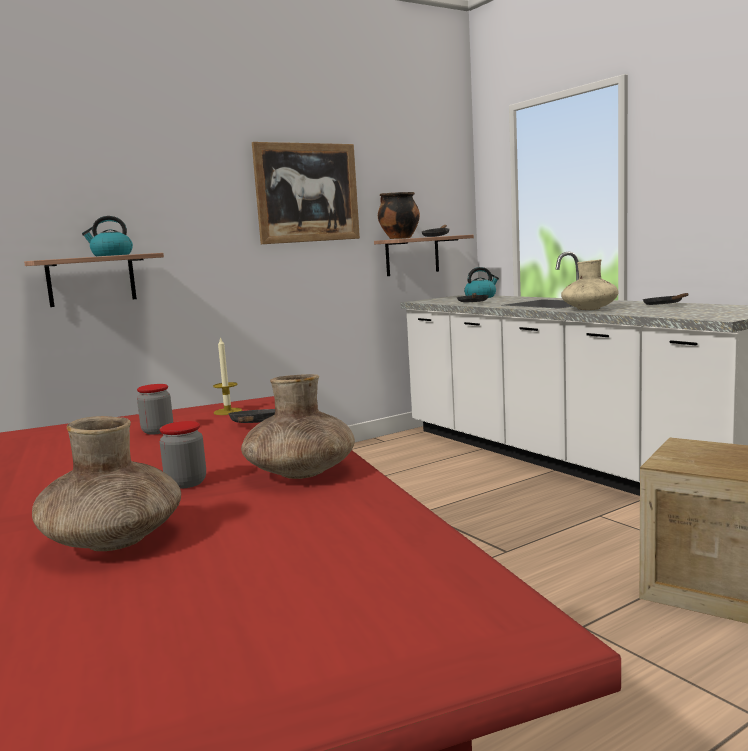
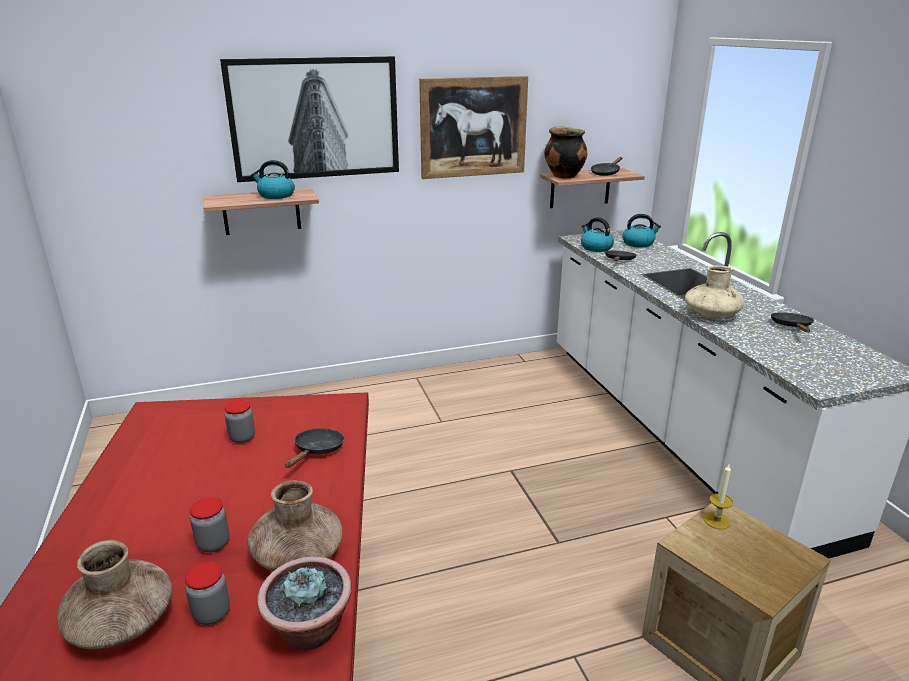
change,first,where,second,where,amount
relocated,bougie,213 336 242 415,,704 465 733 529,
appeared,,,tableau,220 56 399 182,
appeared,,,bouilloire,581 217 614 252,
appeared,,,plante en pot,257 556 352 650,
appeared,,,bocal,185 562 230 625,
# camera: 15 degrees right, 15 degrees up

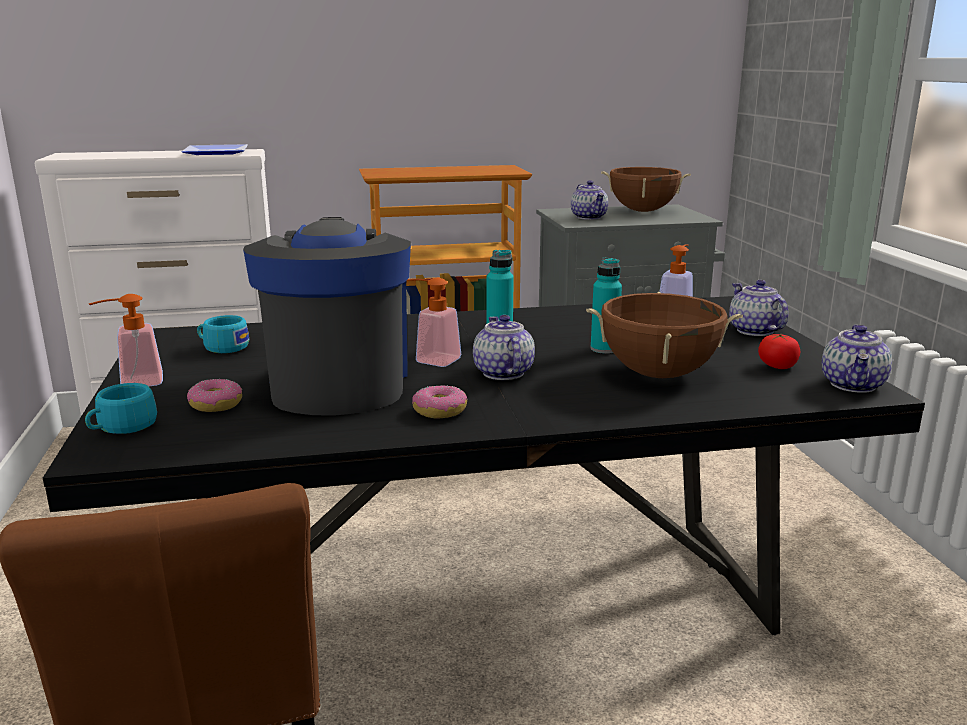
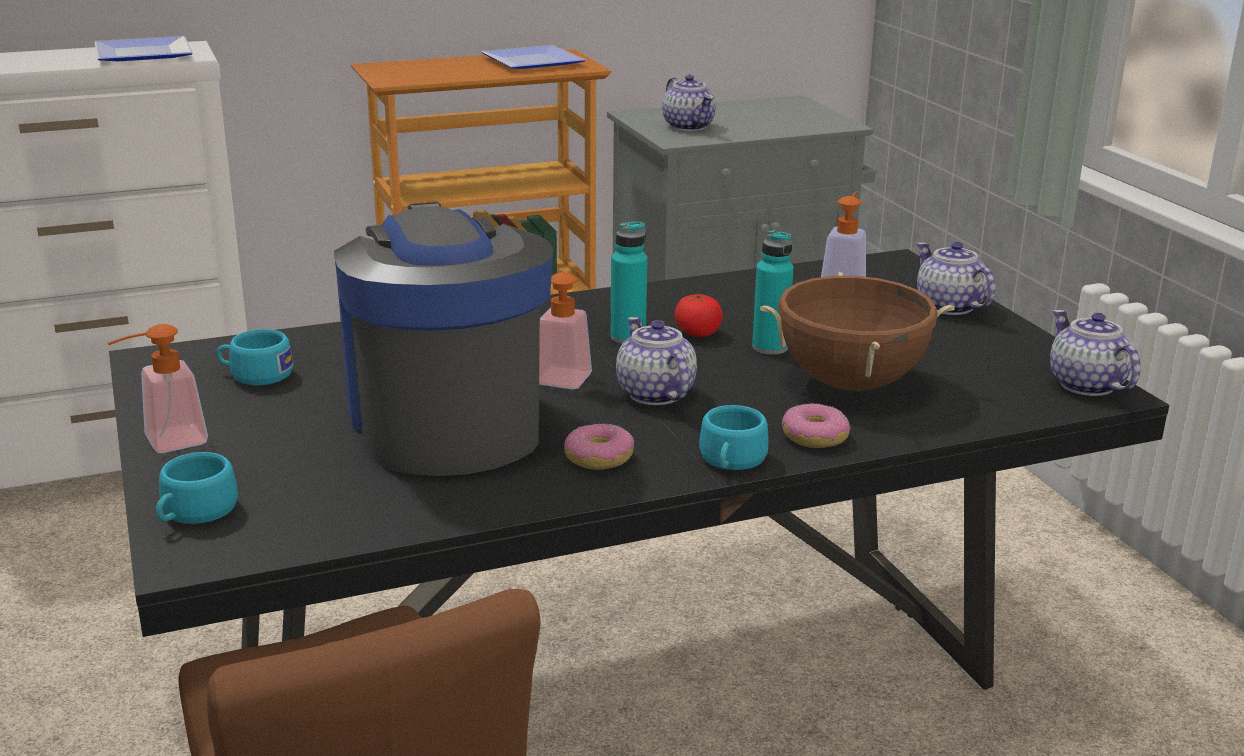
change,first,where,second,where,amount
missing,marmite (marron),601 167 691 212,,,
spun,théière,822 325 892 393,,1050 310 1141 396,150 degrees clockwise
relocated,tomate,758 334 800 369,,675 293 723 337,
relocated,beignet,187 379 242 412,,782 403 851 448,
appeared,,,assiette,482 45 586 69,
appeared,,,tasse (turquoise),699 405 768 470,
# camera: 10 degrees left, 5 degrees up

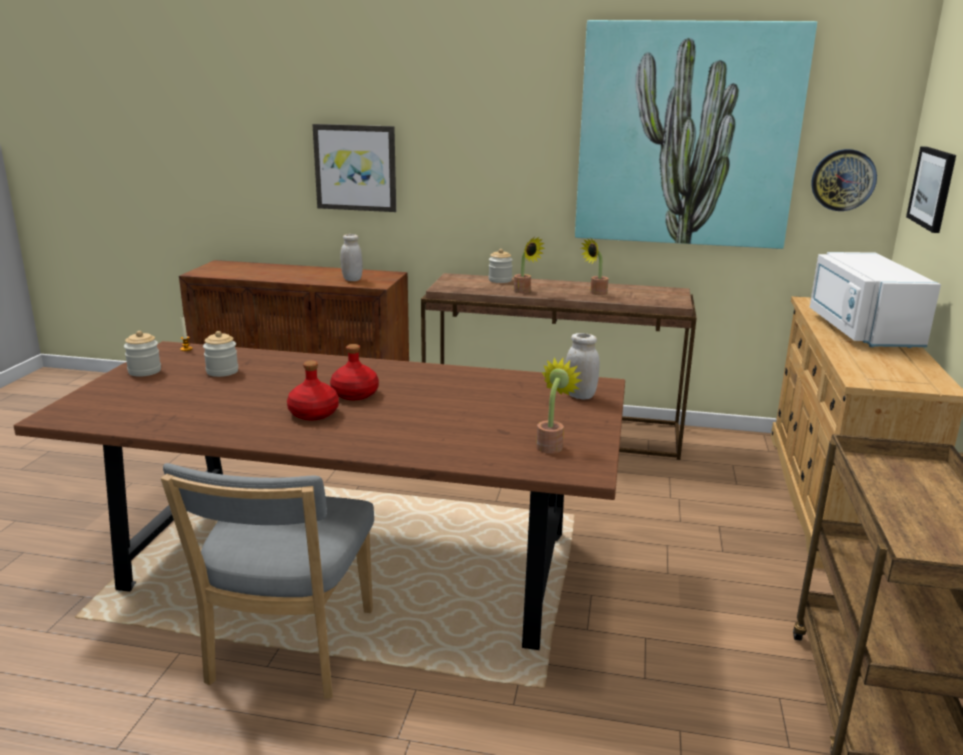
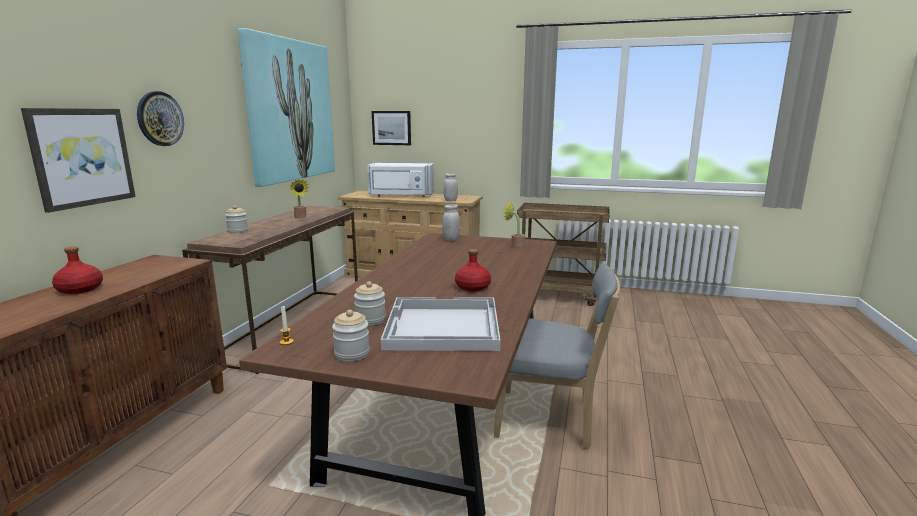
change,first,where,second,where,amount
relocated,horloge murale,811 149 877 211,,137 91 184 146,
relocated,bocal (blanc),340 234 363 281,,443 173 458 201,
missing,plante en pot,514 237 545 293,,,
relocated,bouteille (rouge),330 344 379 400,,52 246 103 294,
appeared,,,plateau (blanc),381 297 500 351,
# camera: 85 degrees left, 5 degrees down

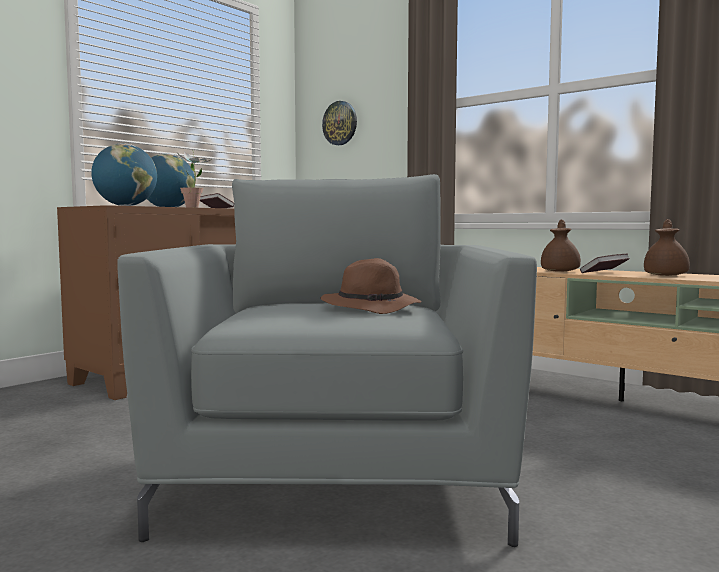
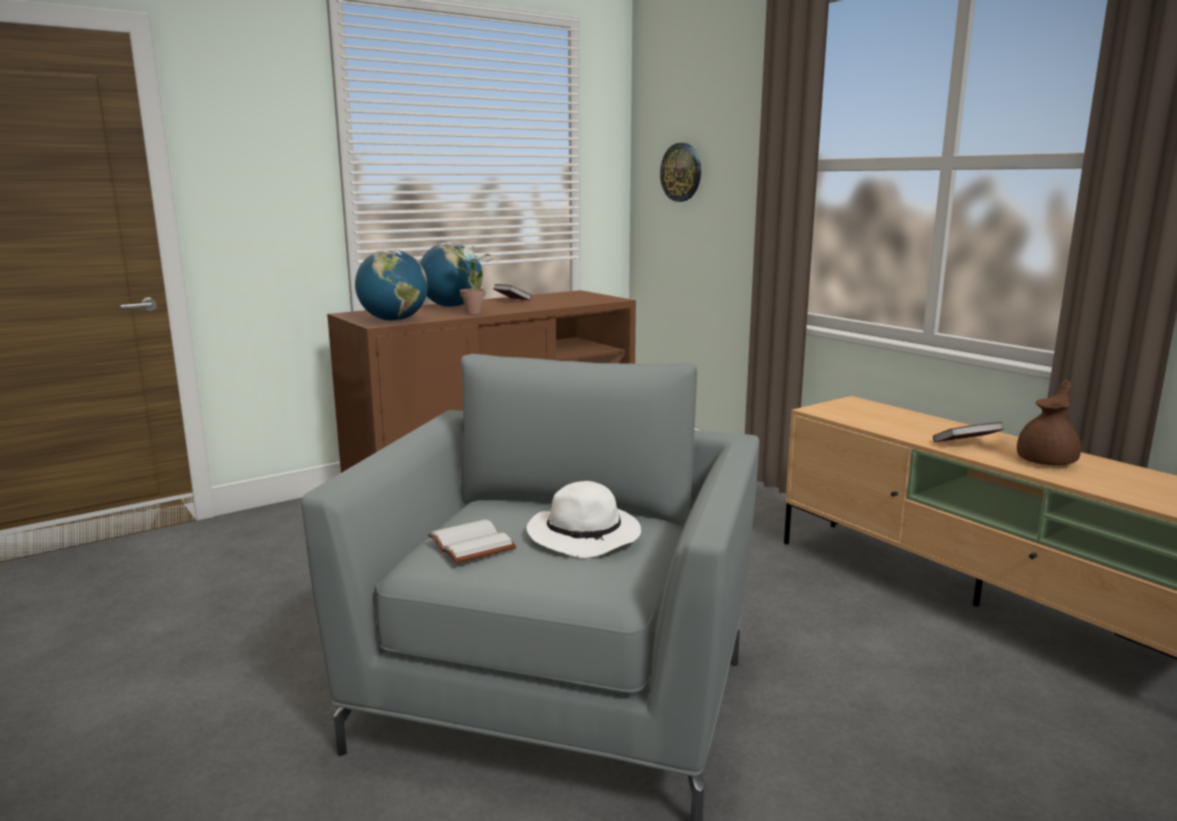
change,first,where,second,where,amount
missing,théière (marron),541 220 581 272,,,
colour,chapeau (marron),320 258 421 314,chapeau (blanc),526 481 641 558,
appeared,,,livre (blanc),428 519 517 563,
# camera: 15 degrees right, 10 degrees up

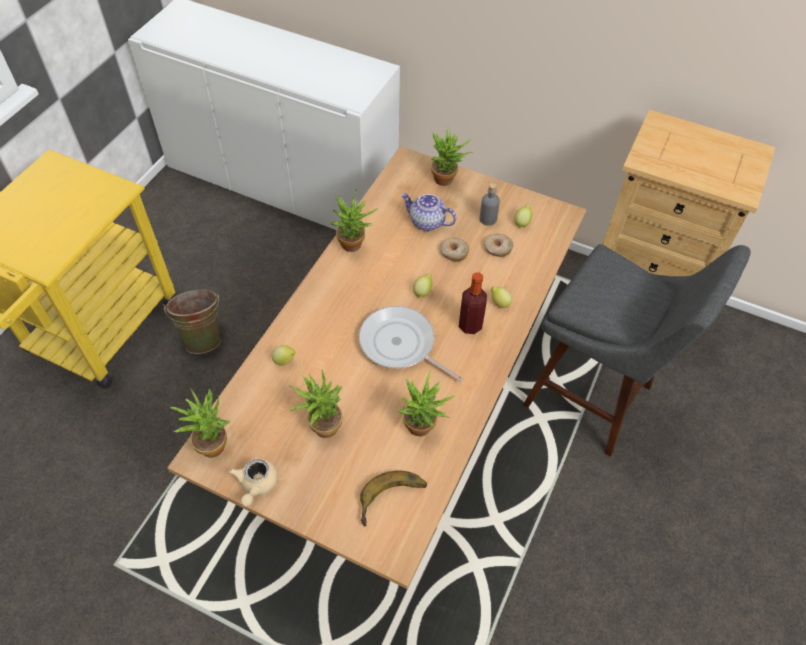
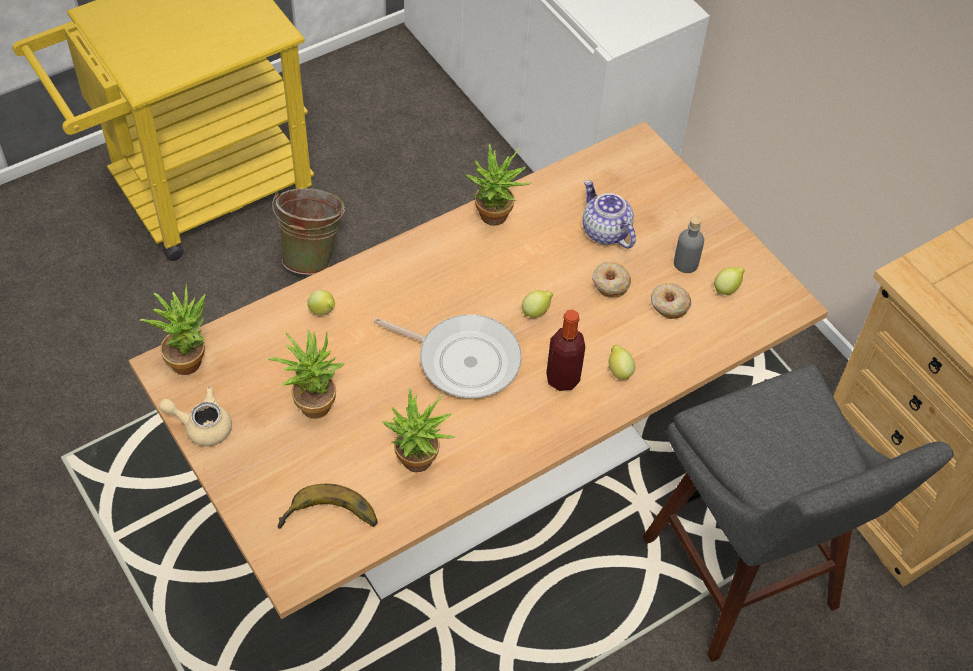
change,first,where,second,where,amount
missing,plante en pot,431 125 473 186,,,
spun,poêle,359 306 463 382,,373 314 522 398,135 degrees clockwise
spun,théière (beige),229 459 278 507,,159 387 232 446,60 degrees clockwise
# camera: 30 degrees right, 0 degrees up

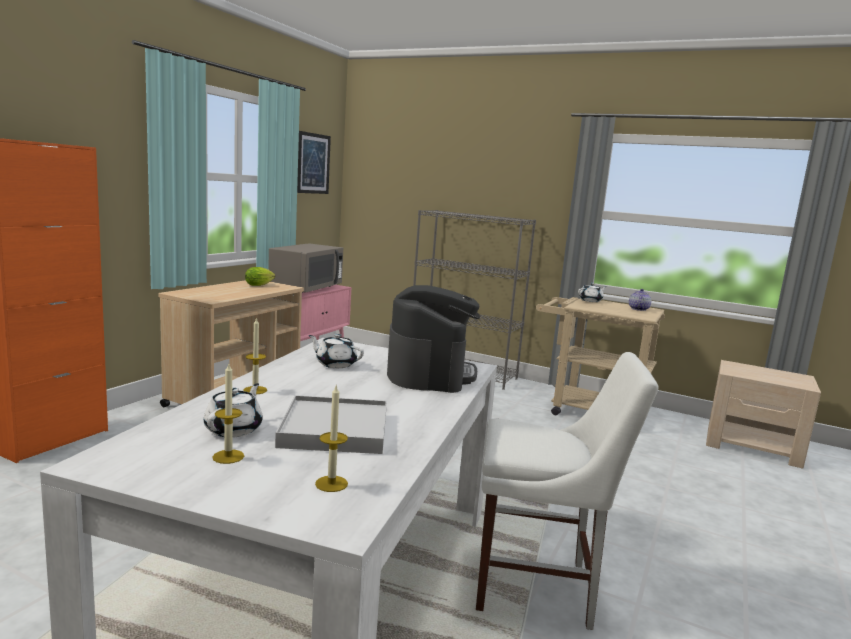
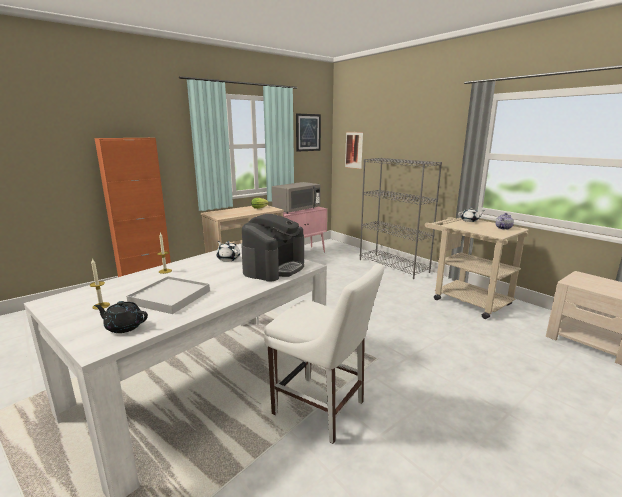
change,first,where,second,where,amount
missing,théière (blanc),204 383 263 437,,,
exchanged,bougie,315 386 348 492,théière (noir),94 301 148 333,
appeared,,,tableau,345 132 363 169,
# camera: 25 degrees right, 5 degrees up

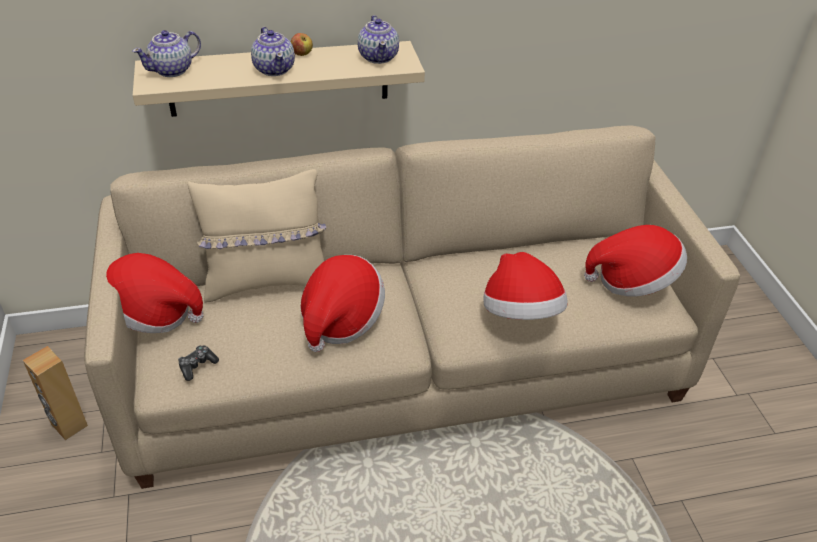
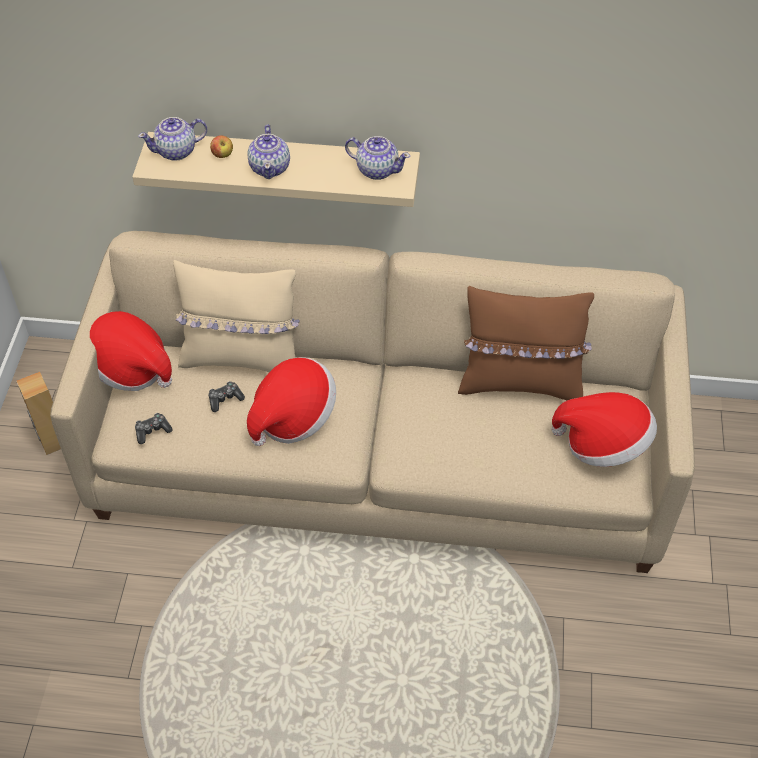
change,first,where,second,where,amount
spun,théière,357 15 399 64,,345 136 410 180,75 degrees counterclockwise
relocated,pomme,291 33 313 56,,210 135 233 158,
missing,chapeau,483 252 568 320,,,
appeared,,,coussin (marron),458 286 594 400,
appeared,,,manette,209 381 245 412,
# camera: 20 degrees right, 10 degrees up

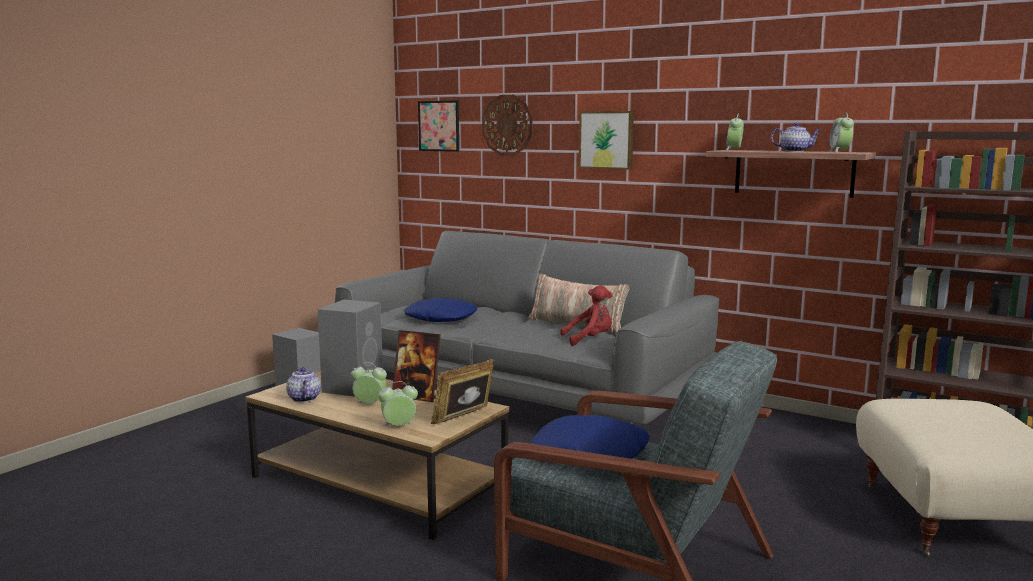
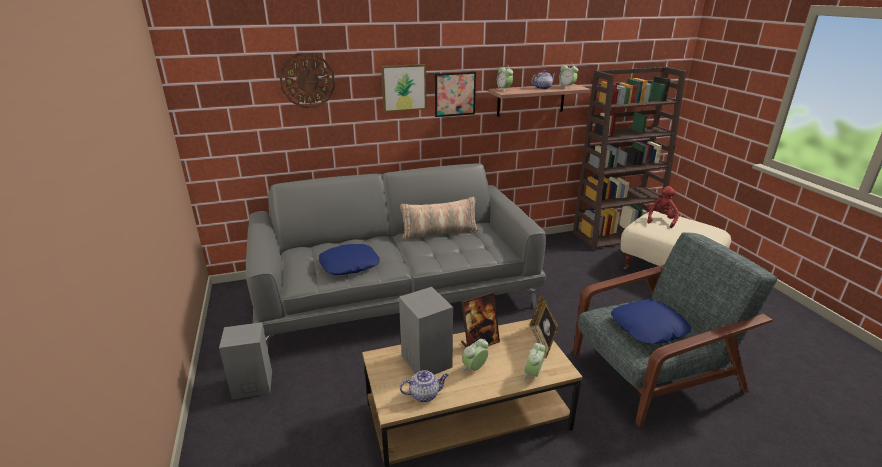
change,first,where,second,where,amount
relocated,tableau,418 100 459 152,,435 72 476 117,
relocated,peluche (rouge),560 285 613 346,,647 186 679 228,
spun,théière,286 367 321 402,,400 370 448 402,150 degrees clockwise
# camera: 50 degrees left, 15 degrees up

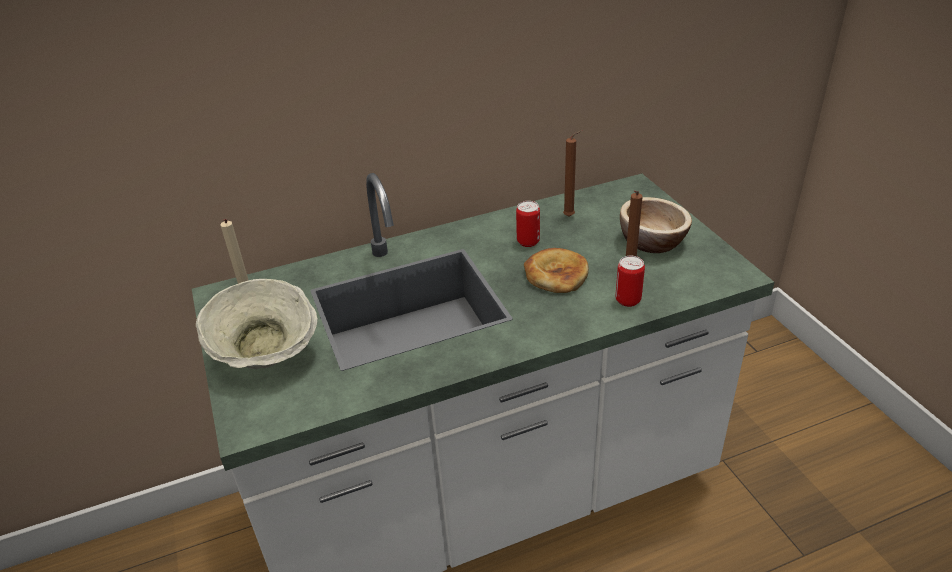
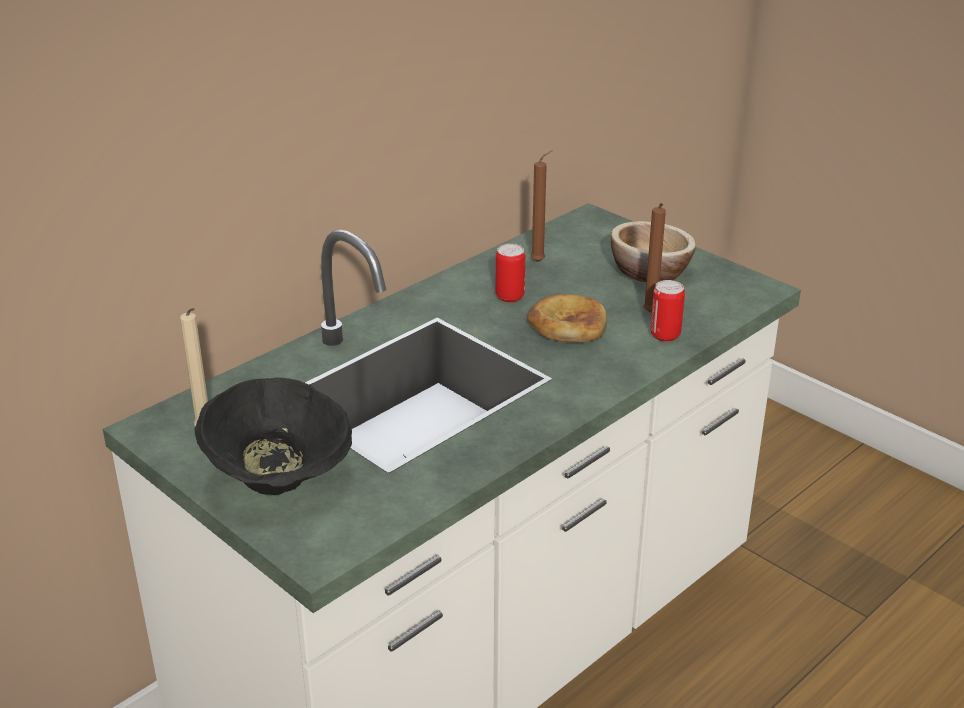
change,first,where,second,where,amount
colour,bol (beige),196 279 318 369,bol (noir),194 377 352 495,
# camera: 25 degrees left, 5 degrees down

